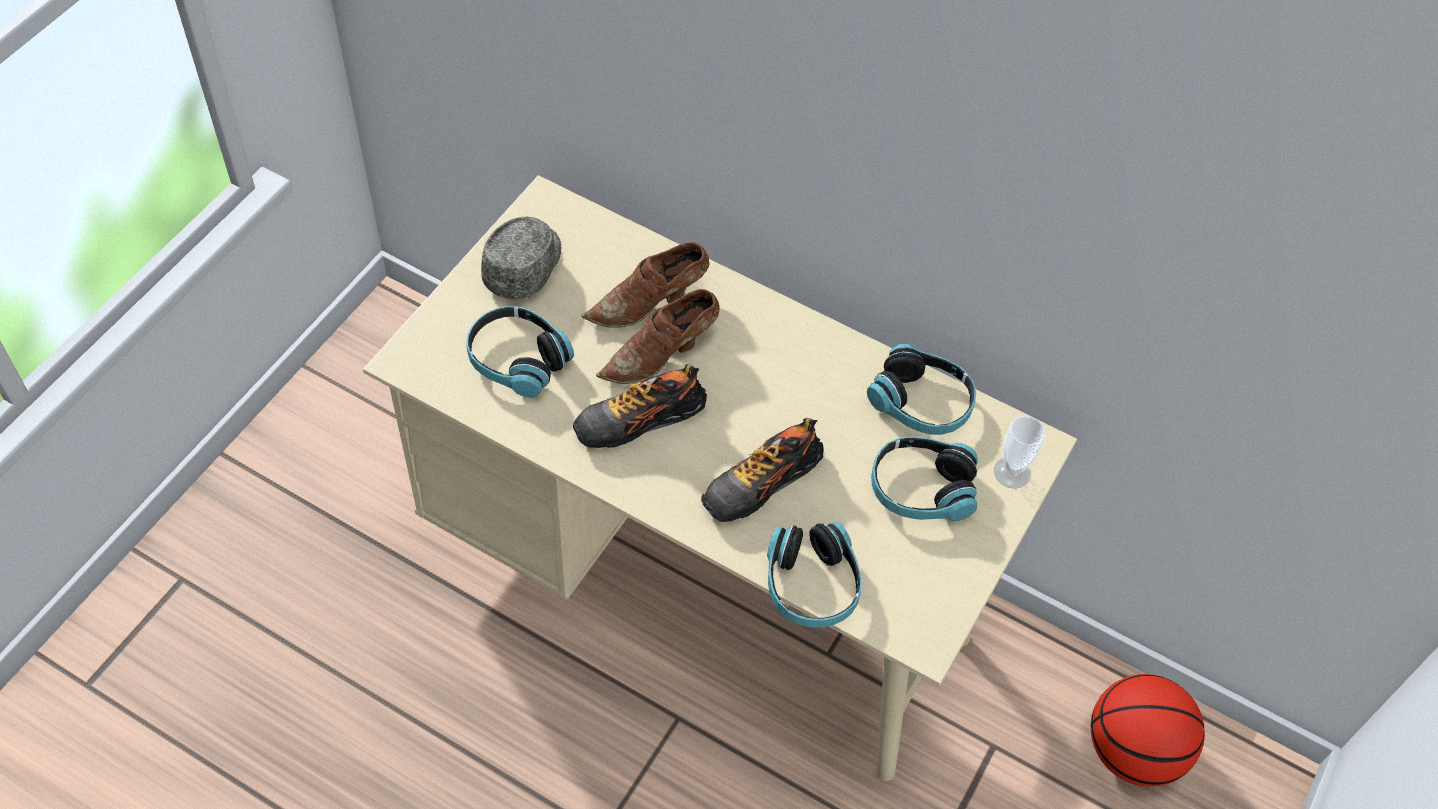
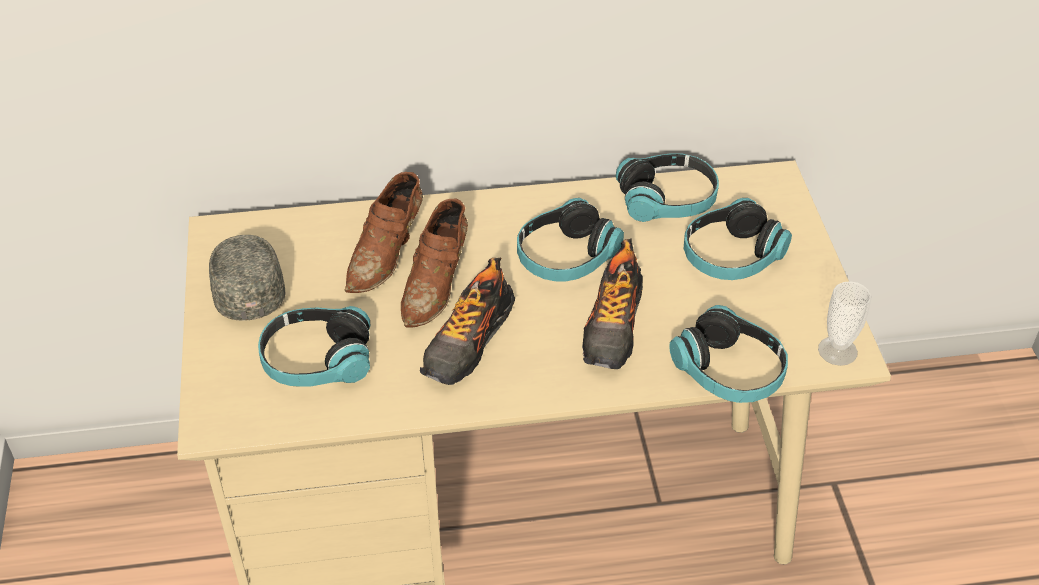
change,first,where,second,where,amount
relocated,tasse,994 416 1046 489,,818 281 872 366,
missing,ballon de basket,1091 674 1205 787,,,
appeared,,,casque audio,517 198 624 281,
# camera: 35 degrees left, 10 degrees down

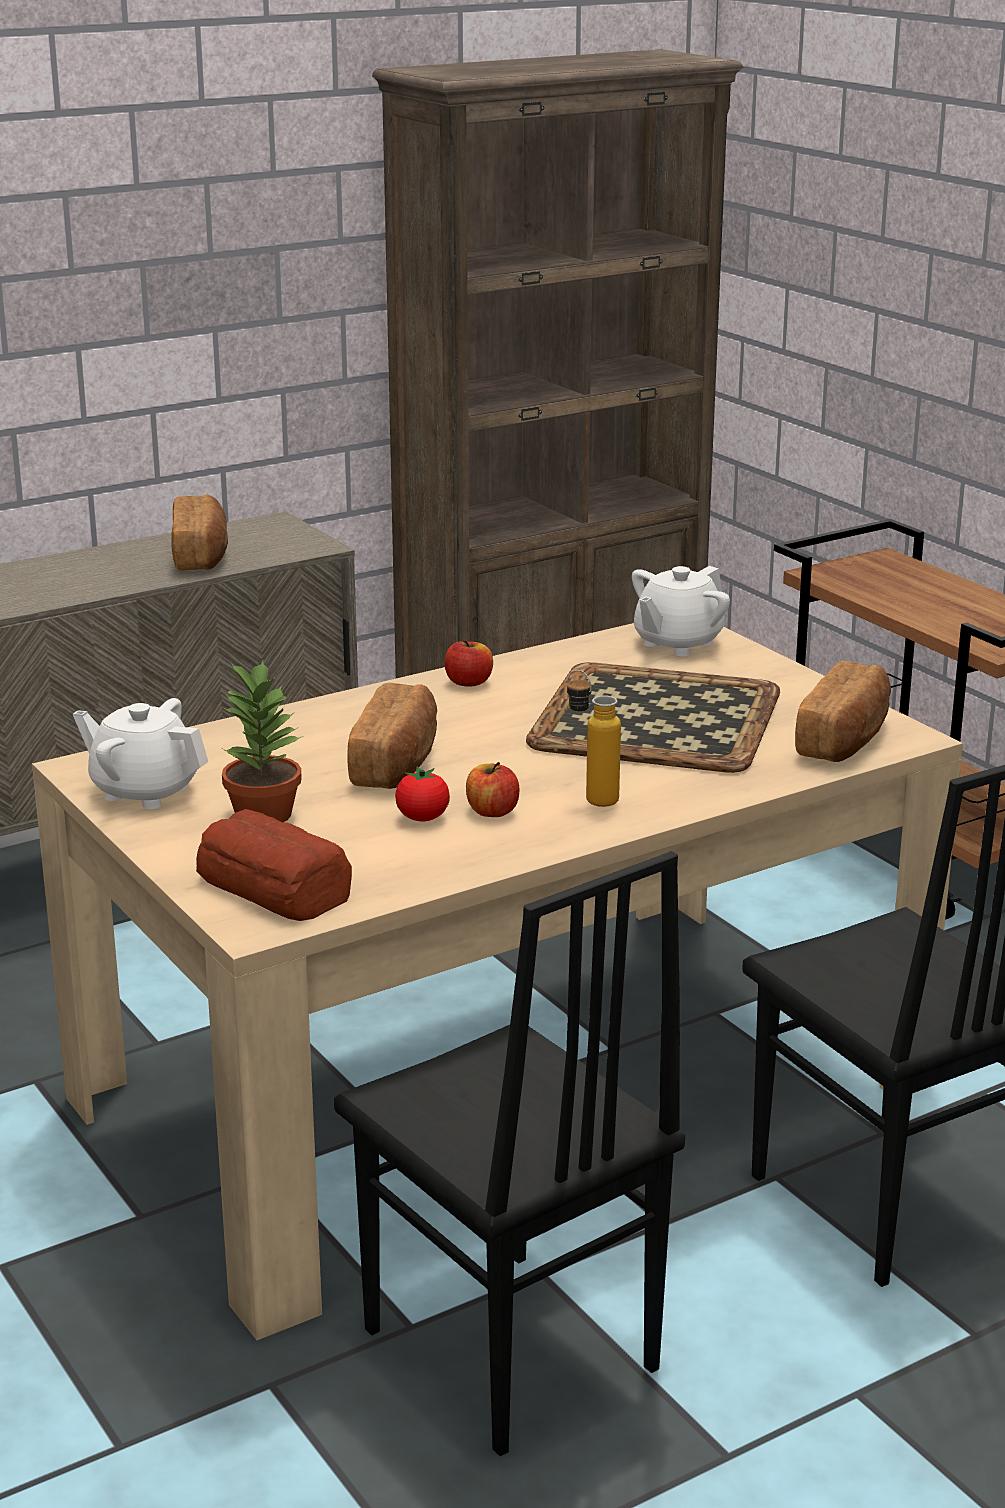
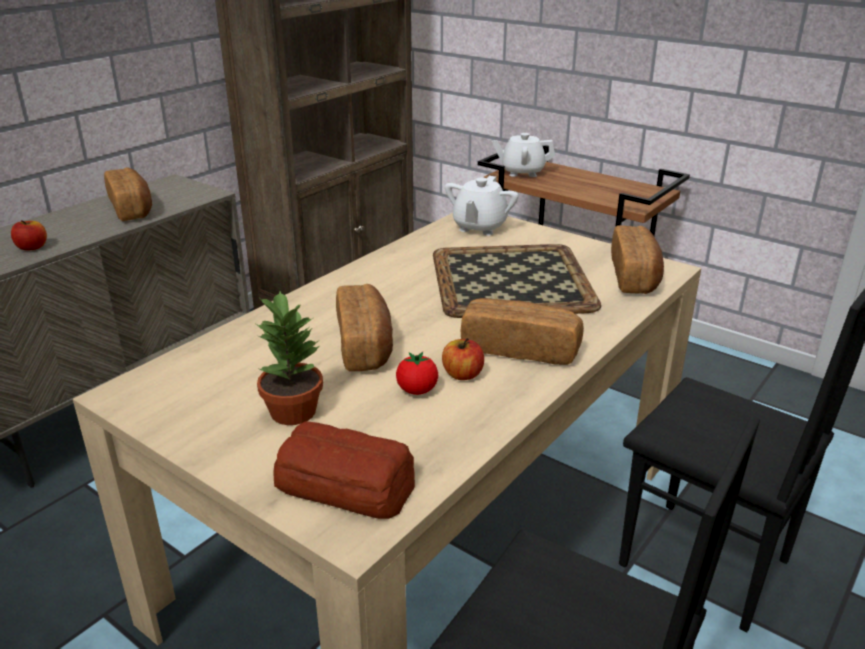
change,first,where,second,where,amount
relocated,pomme,444 640 493 687,,11 220 47 250,
exchanged,bouteille,567 670 621 807,pain,461 298 584 365,
relocated,théière (blanc),73 698 208 809,,492 133 555 177,
# camera: 20 degrees left, 5 degrees up

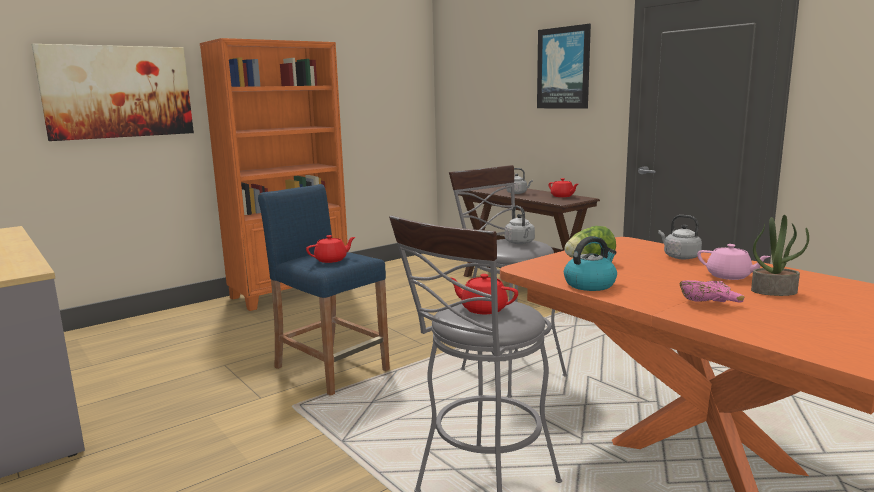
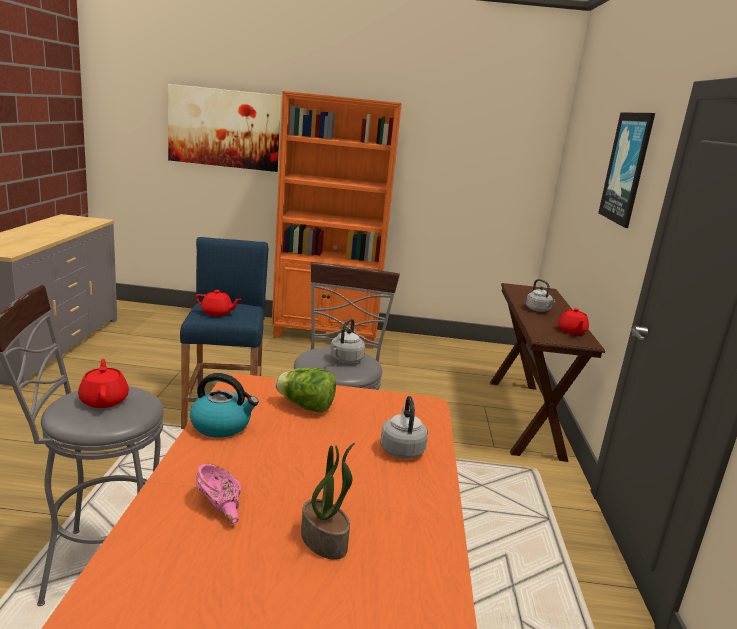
change,first,where,second,where,amount
missing,théière (rose),697 244 771 280,,,
# camera: 40 degrees right, 5 degrees up

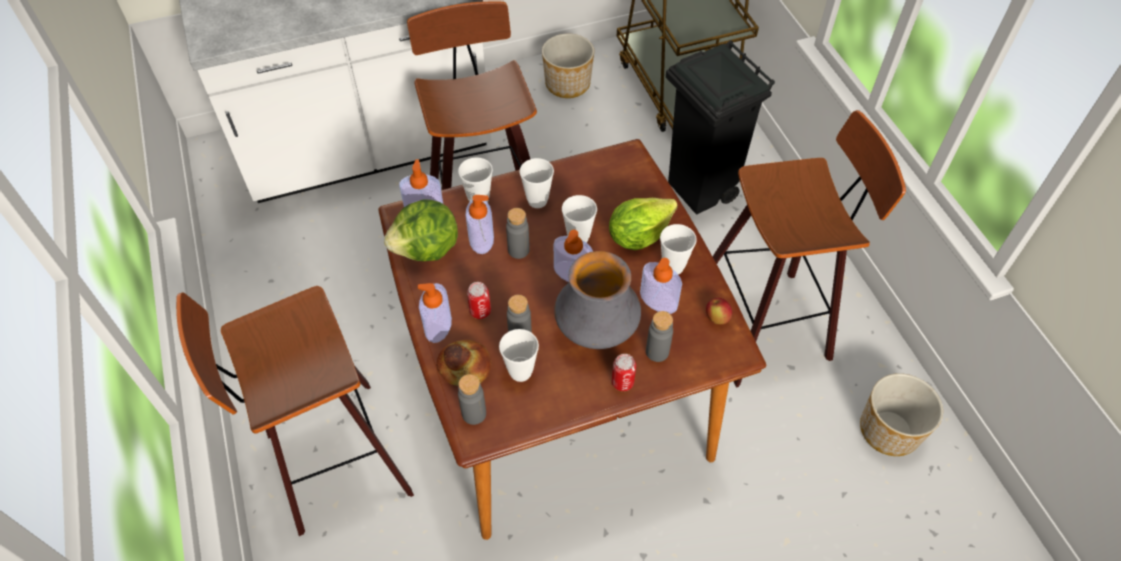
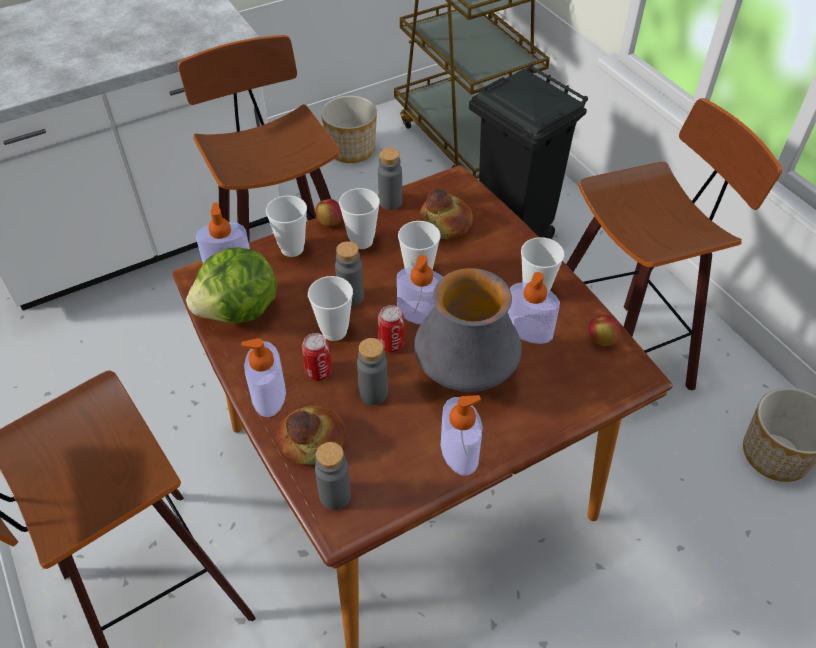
change,first,where,second,where,amount
relocated,distributeur de savon,465 195 494 254,,441 395 483 476,
missing,laitue,609 198 678 250,,,
relocated,bouteille (gris),646 311 673 362,,378 148 402 210,
relocated,tasse,499 329 539 382,,308 276 353 341,
relocated,boîte métallique,612 354 636 391,,378 305 405 353,
appeared,,,pain,420 188 473 239,
appeared,,,pomme,316 199 342 226,
# camera: 10 degrees left, 5 degrees down

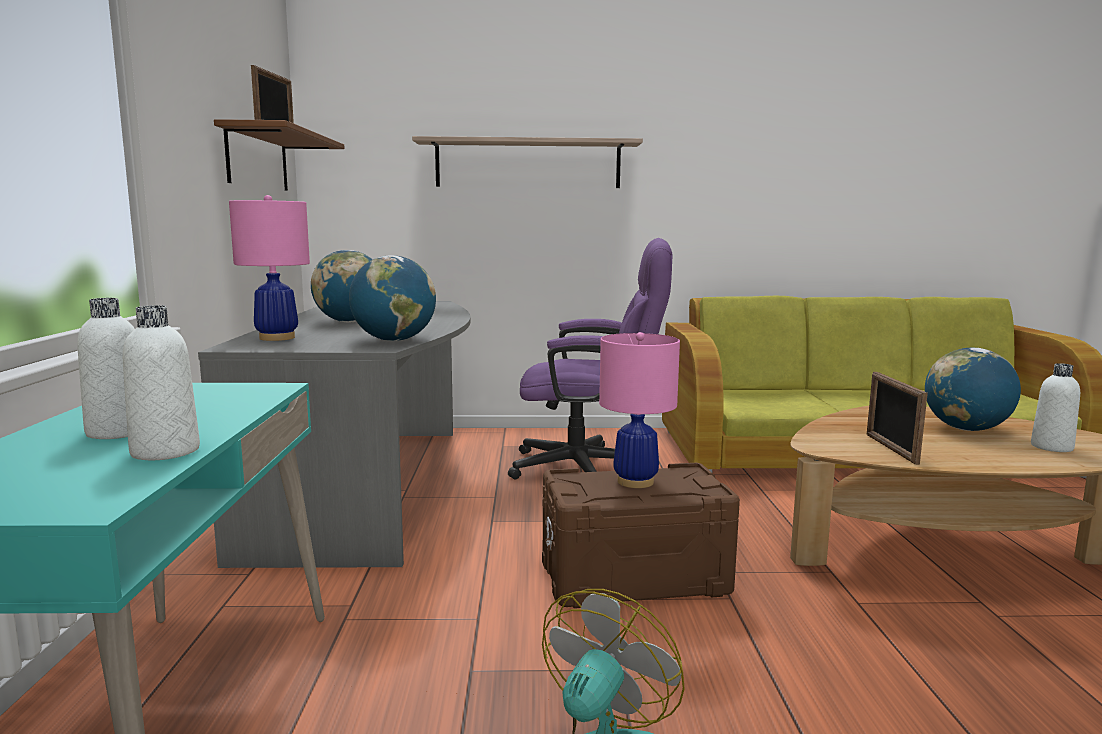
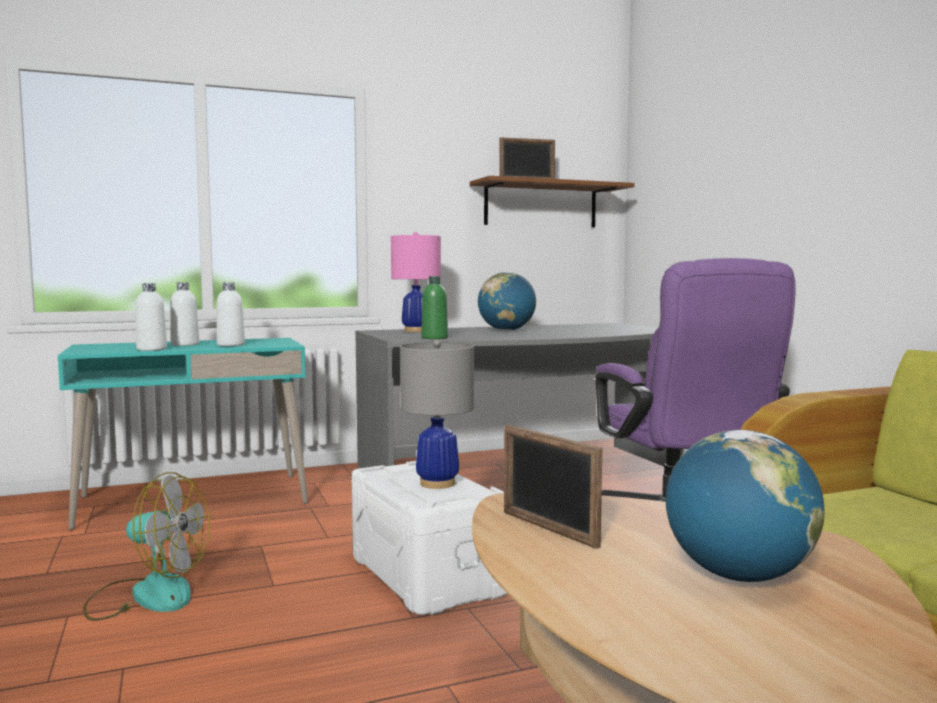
change,first,where,second,where,amount
missing,étagère,412 136 643 188,,,
exchanged,globe,349 255 436 341,bouteille (vert),421 276 448 339,
colour,lampe de table (rose),599 332 680 488,lampe de table (gris),400 340 474 489,
relocated,bouteille (blanc),1031 363 1080 452,,217 282 245 346,
spun,cadre photo,867 372 928 465,,504 425 602 549,105 degrees counterclockwise
colour,boîte de rangement (marron),542 463 740 608,boîte de rangement (blanc),352 461 507 615,
# camera: 70 degrees right, 5 degrees down

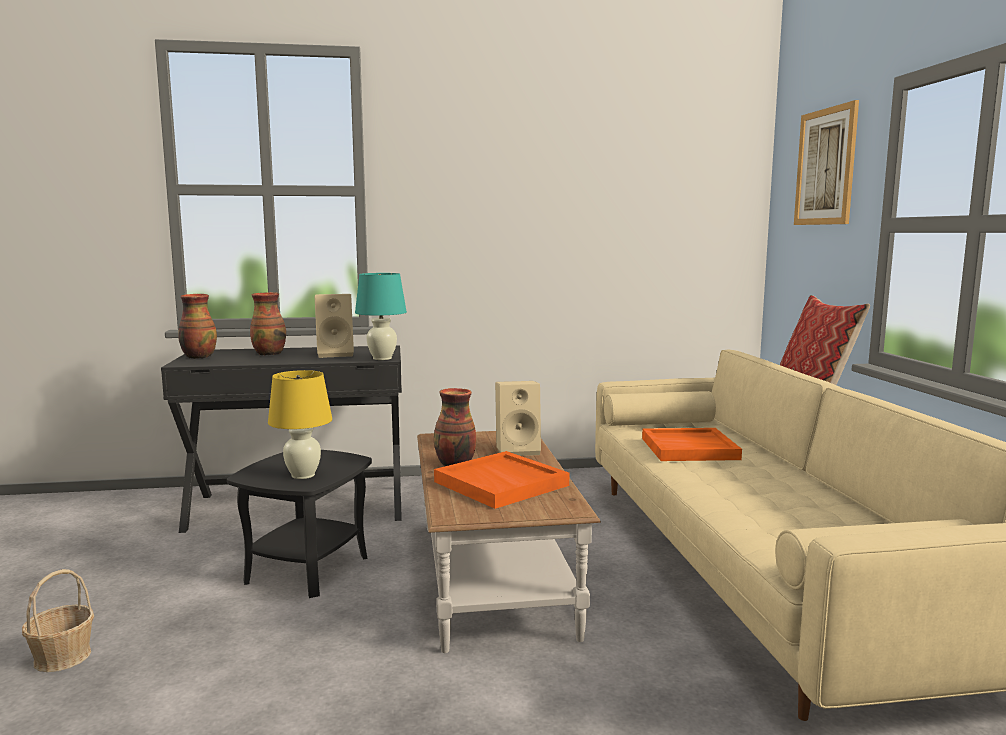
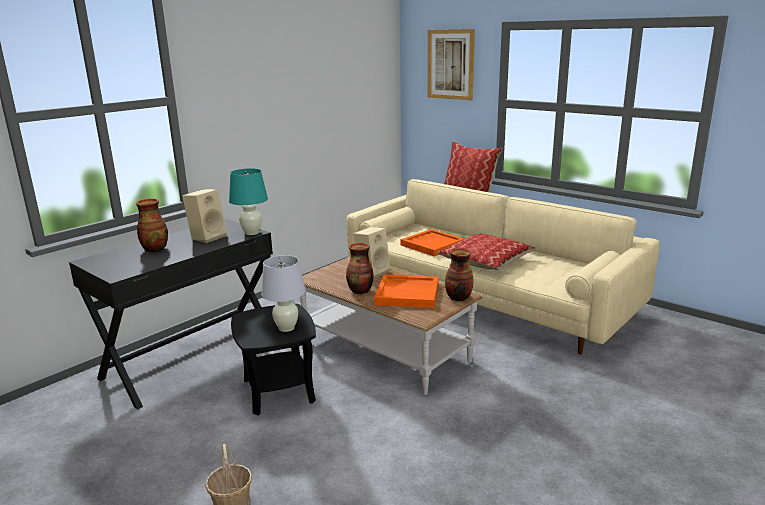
change,first,where,second,where,amount
relocated,vase,178 294 217 359,,445 248 474 301,
colour,lampe de table (jaune),268 370 332 479,lampe de table (blanc),261 255 306 332,
appeared,,,coussin,437 234 536 270,
# camera: 40 degrees left, 10 degrees up

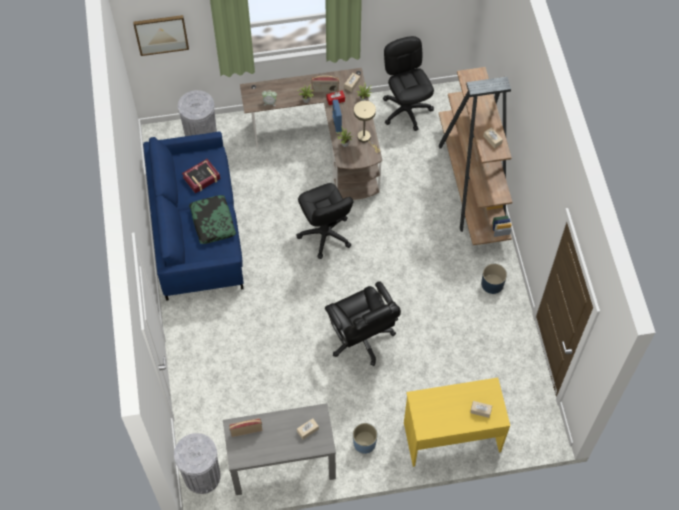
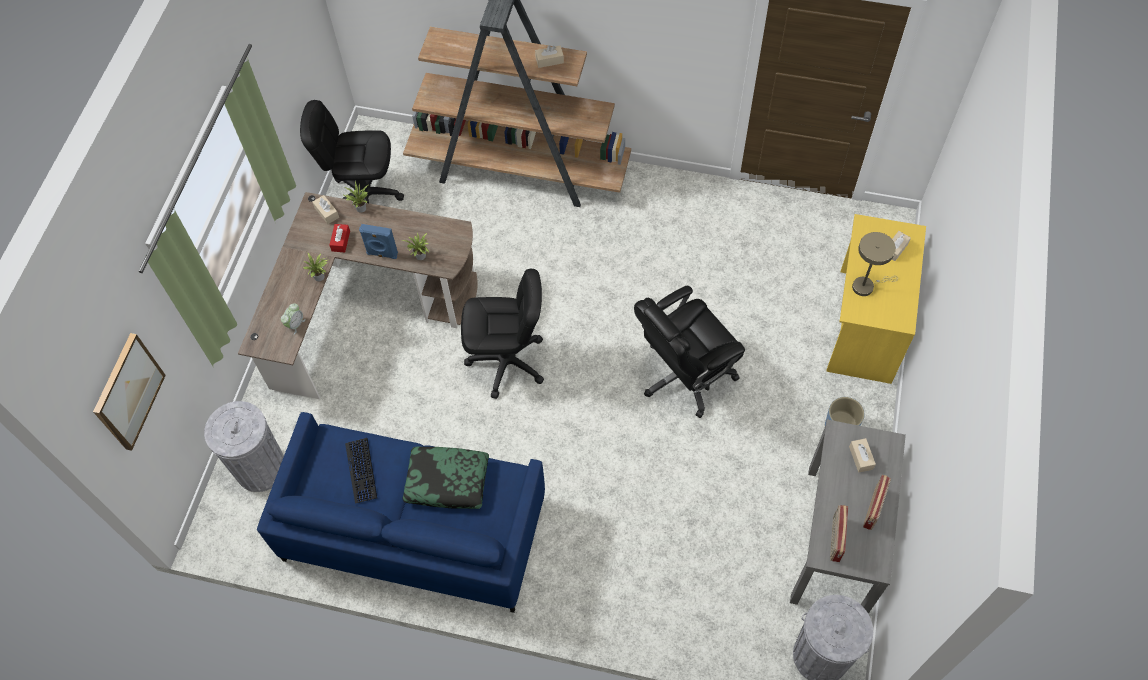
change,first,where,second,where,amount
relocated,radio,311 75 339 92,,863 475 891 530,
relocated,lampe de table (beige),354 101 380 153,,852 232 898 296,
exchanged,livre,182 159 221 193,clavier,345 438 377 504,
missing,cache-pot (bleu),481 264 507 294,,,
spun,chaise de bureau (noir),325 281 401 366,,634 286 745 418,150 degrees clockwise
# camera: 65 degrees left, 0 degrees up

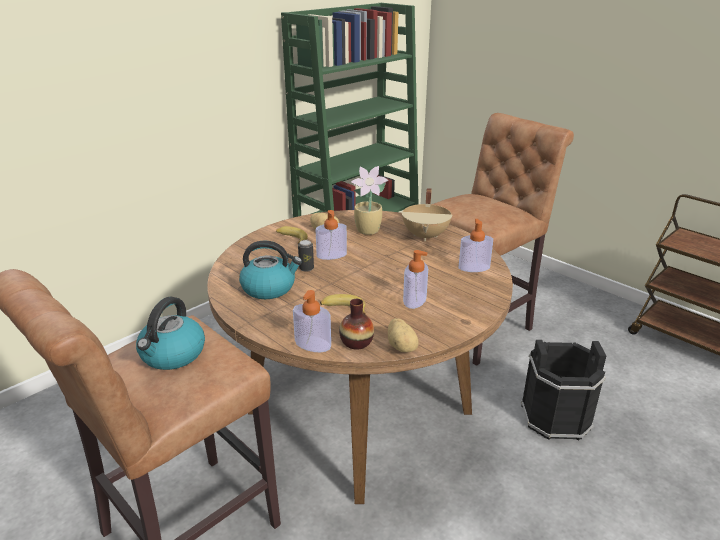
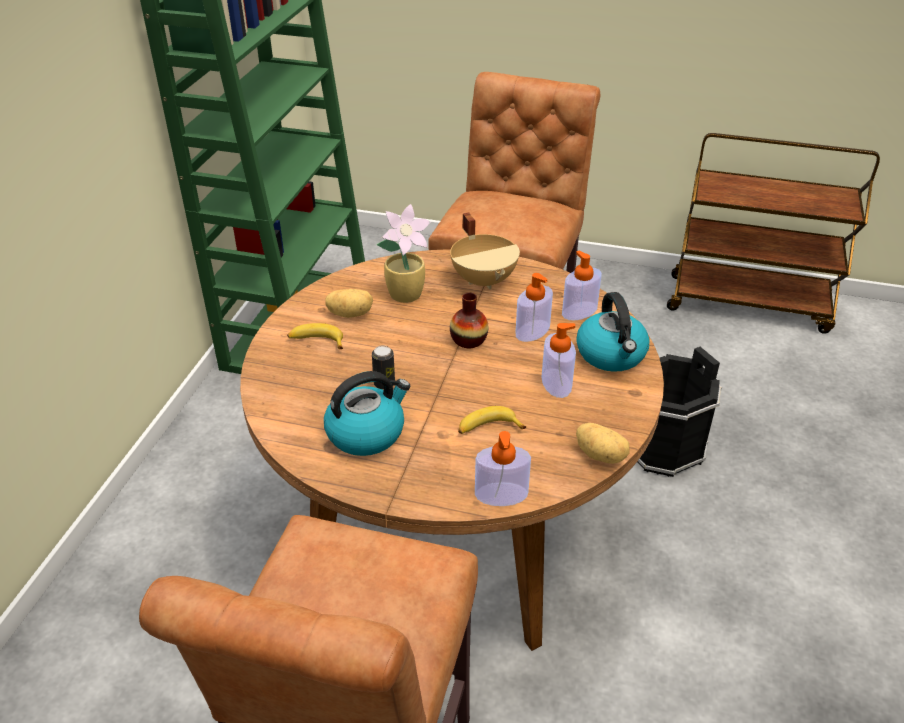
change,first,where,second,where,amount
relocated,distributeur de savon,316 210 347 260,,515 273 553 342,
relocated,bouilloire,136 297 205 370,,576 292 650 372,
relocated,vase,339 299 374 350,,450 293 488 348,
# camera: 30 degrees left, 10 degrees up

